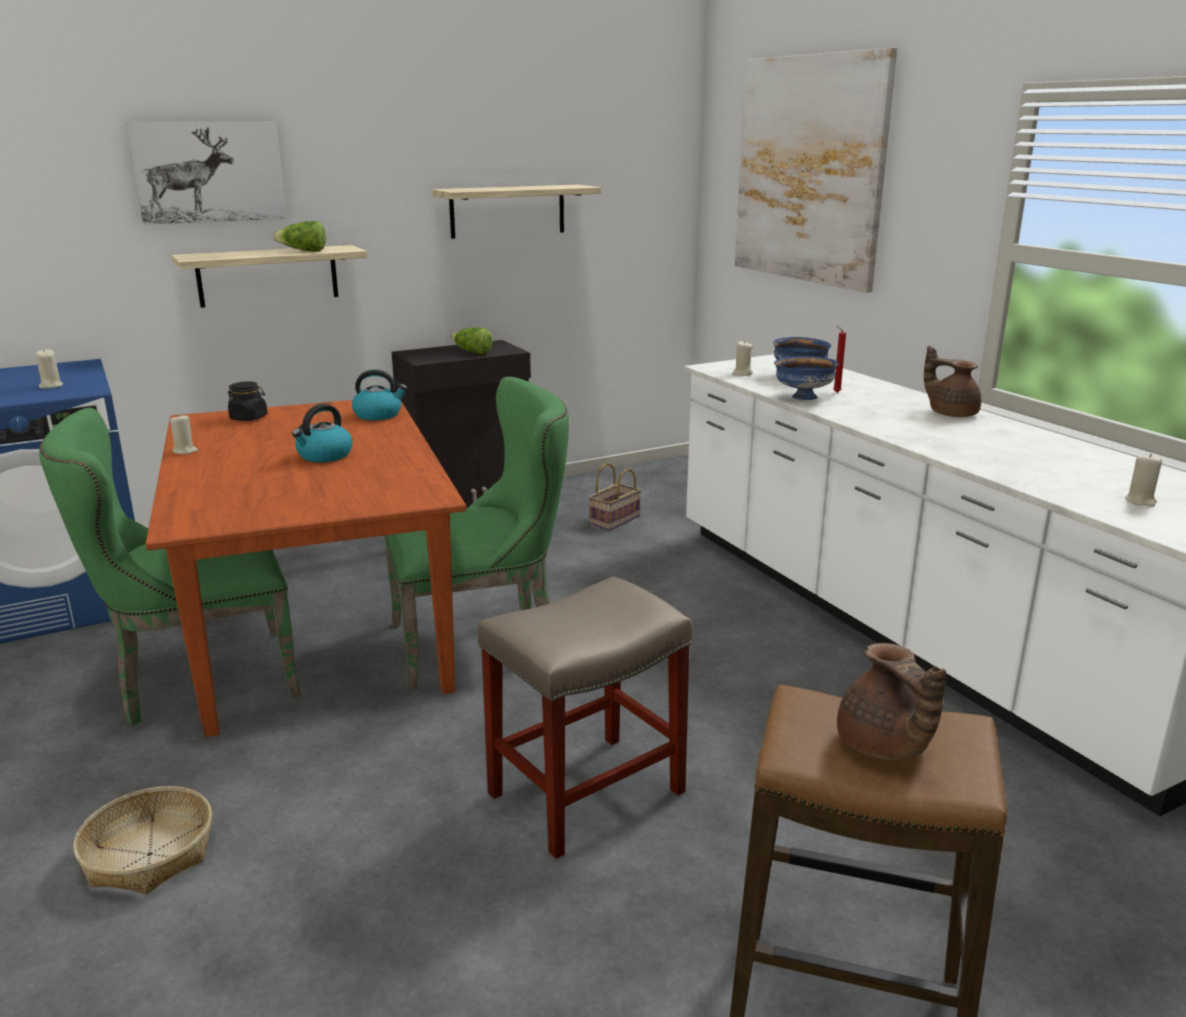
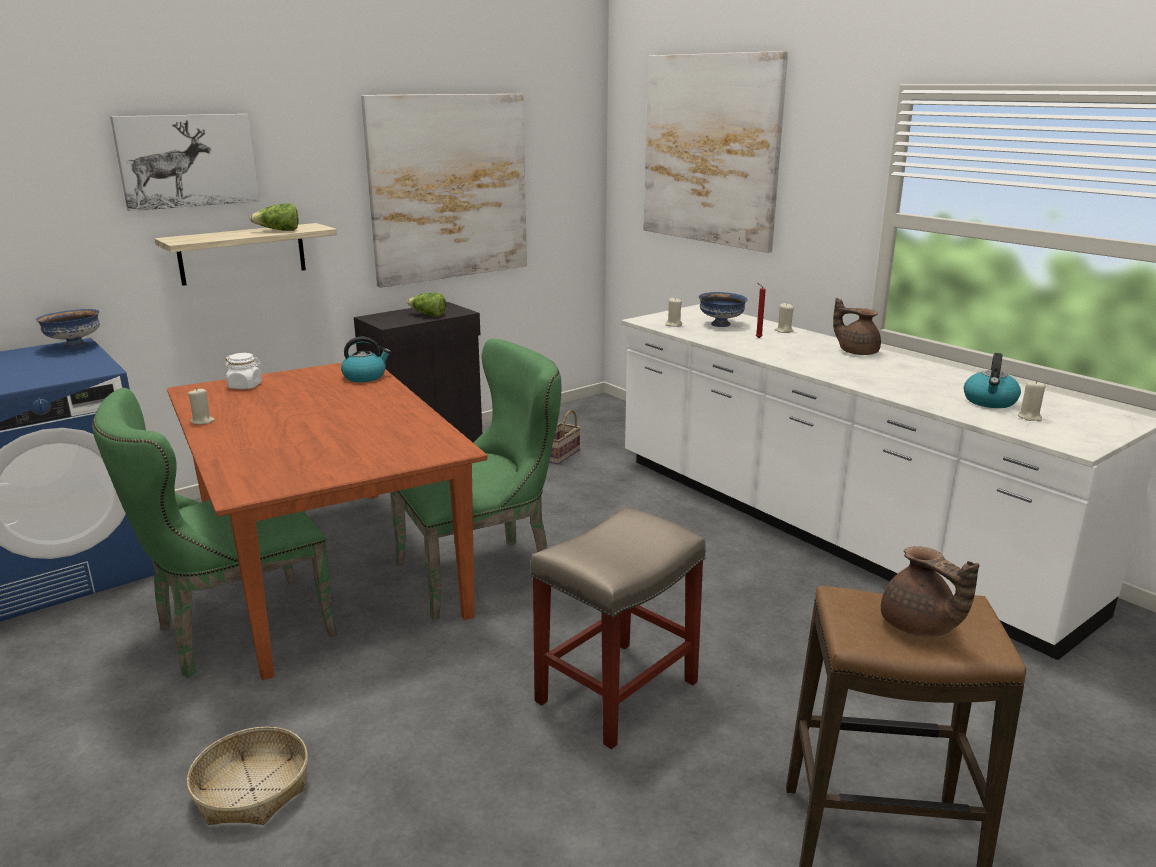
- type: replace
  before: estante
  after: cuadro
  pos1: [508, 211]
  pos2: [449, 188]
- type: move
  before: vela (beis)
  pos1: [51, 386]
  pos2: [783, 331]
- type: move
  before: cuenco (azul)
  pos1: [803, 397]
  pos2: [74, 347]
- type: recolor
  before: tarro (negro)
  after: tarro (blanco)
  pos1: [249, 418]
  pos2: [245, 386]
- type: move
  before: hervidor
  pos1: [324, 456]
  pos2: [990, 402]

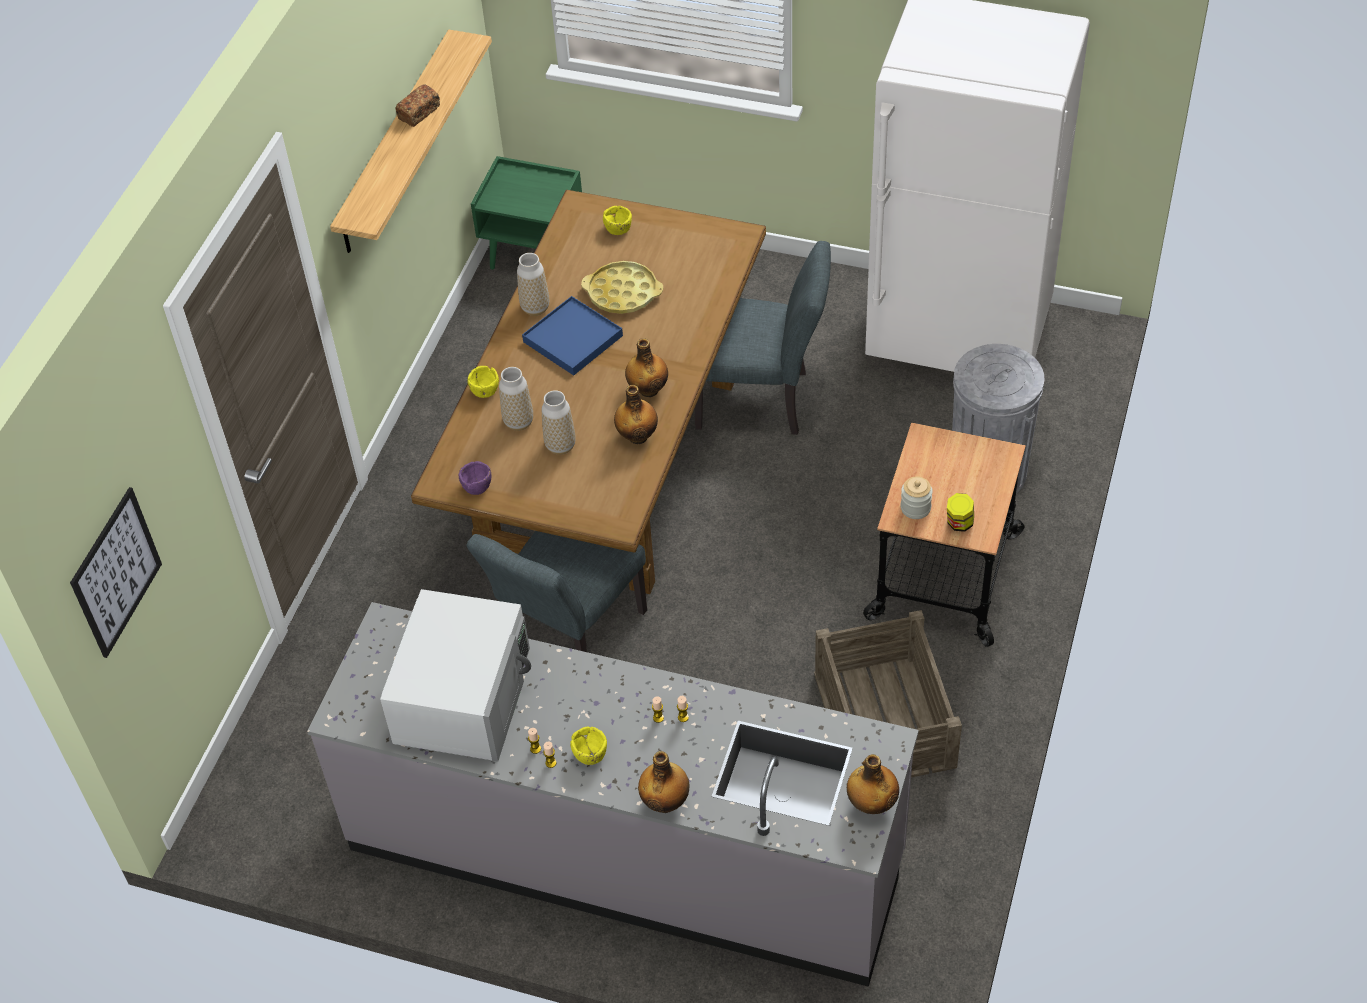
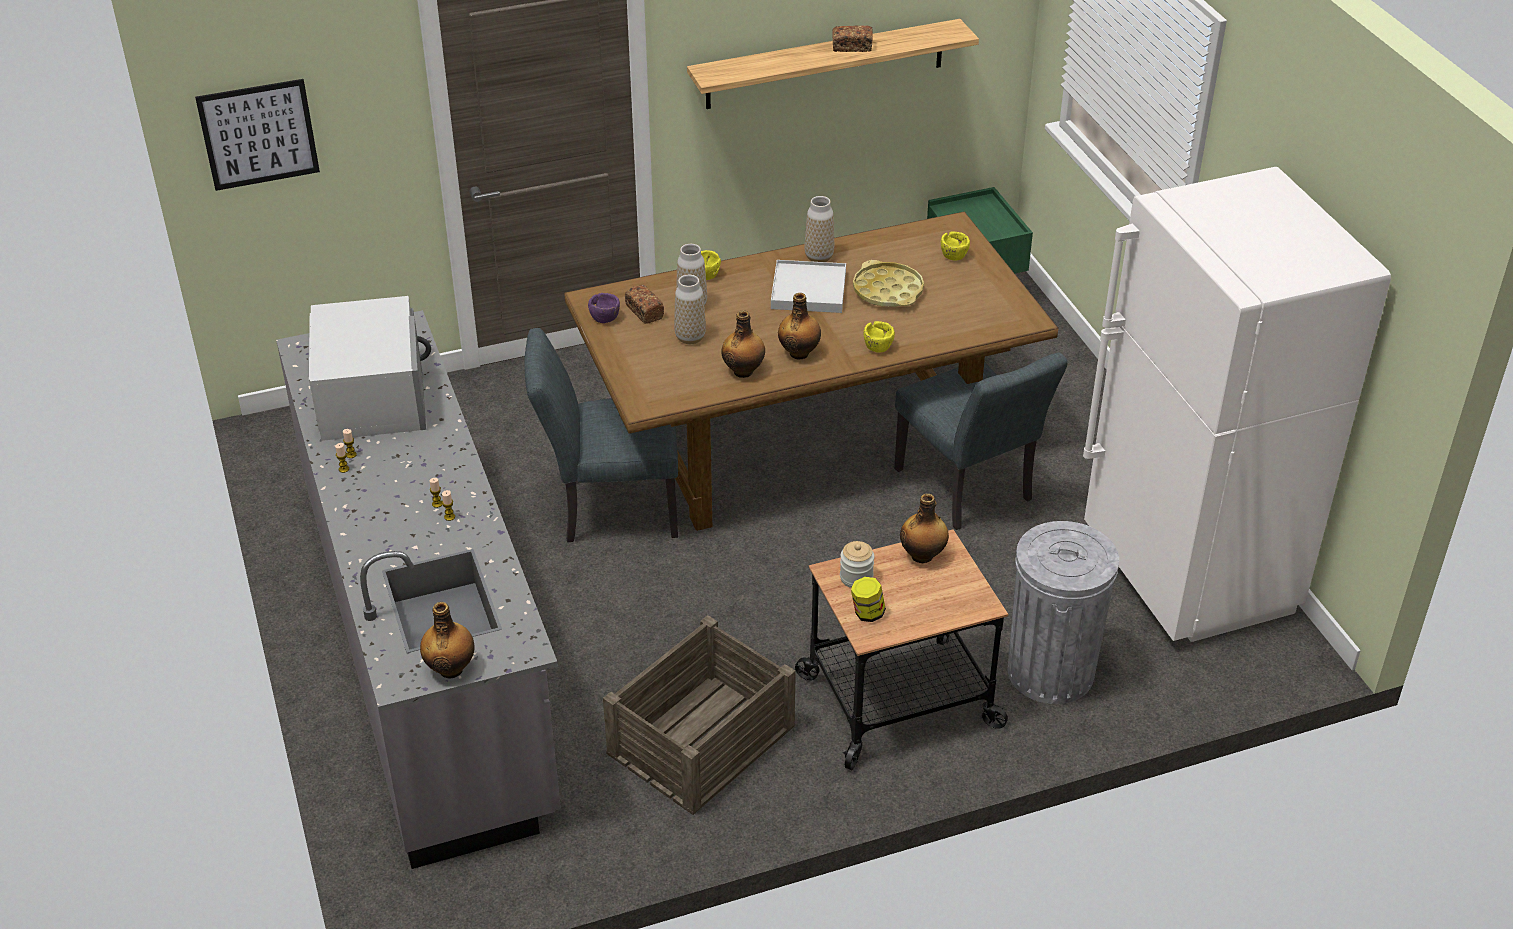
- type: recolor
  before: bandeja (azul)
  after: bandeja (blanco)
  pos1: [573, 338]
  pos2: [809, 290]
- type: rotate
  before: microondas (blanco)
  pos1: [463, 695]
  pos2: [372, 395]
  turn: -75
- type: move
  before: cuenco (amarillo)
  pos1: [590, 755]
  pos2: [878, 347]
- type: move
  before: botella
  pos1: [665, 801]
  pos2: [923, 555]
- type: insert
  after: pan
  pos2: [644, 311]

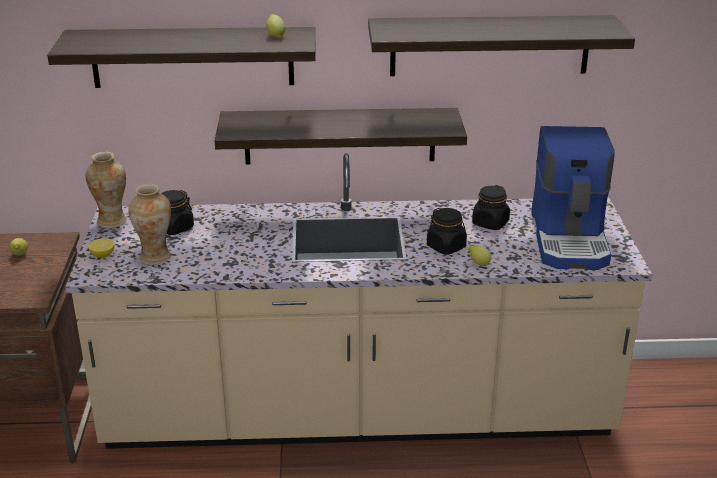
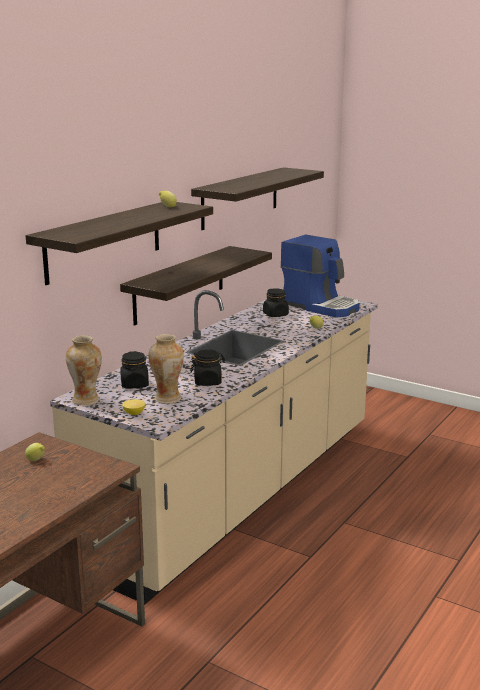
- type: move
  before: tarro (negro)
  pos1: [446, 247]
  pos2: [208, 382]

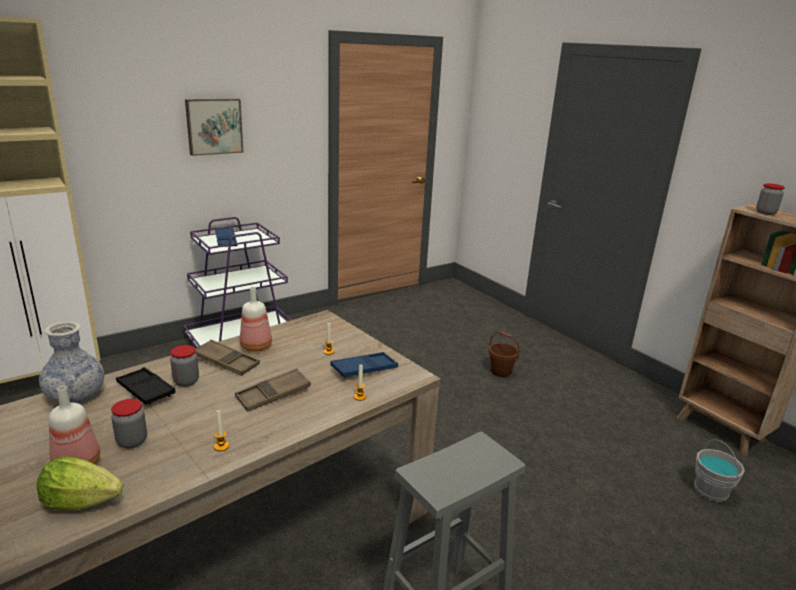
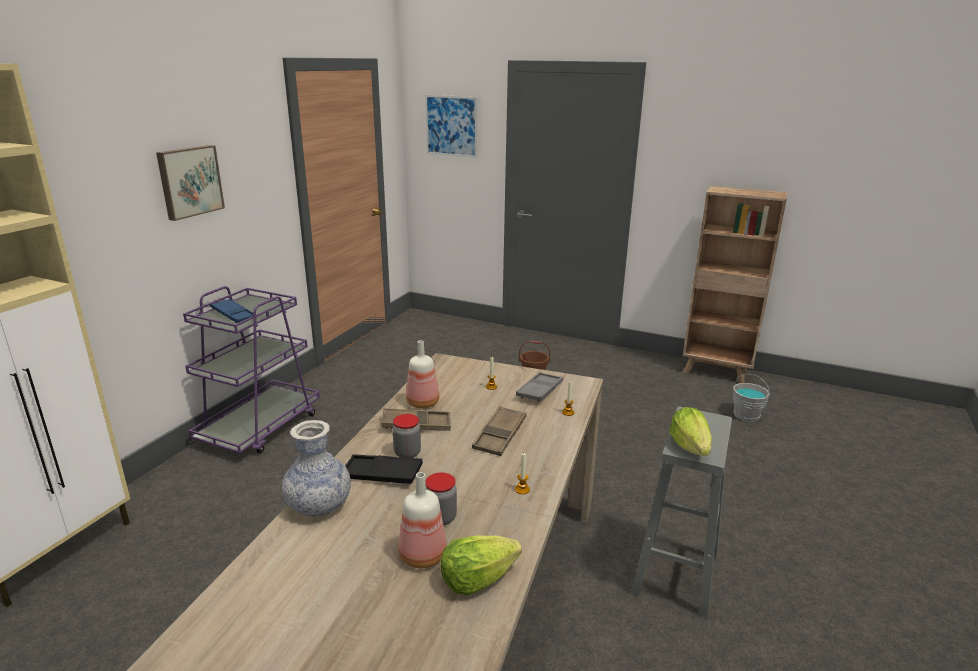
- type: delete
  before: tarro
  pos1: [765, 213]
- type: recolor
  before: bandeja (azul)
  after: bandeja (gris)
  pos1: [364, 369]
  pos2: [539, 391]
- type: insert
  after: cuadro
  pos2: [451, 126]
- type: insert
  after: lechuga
  pos2: [690, 447]

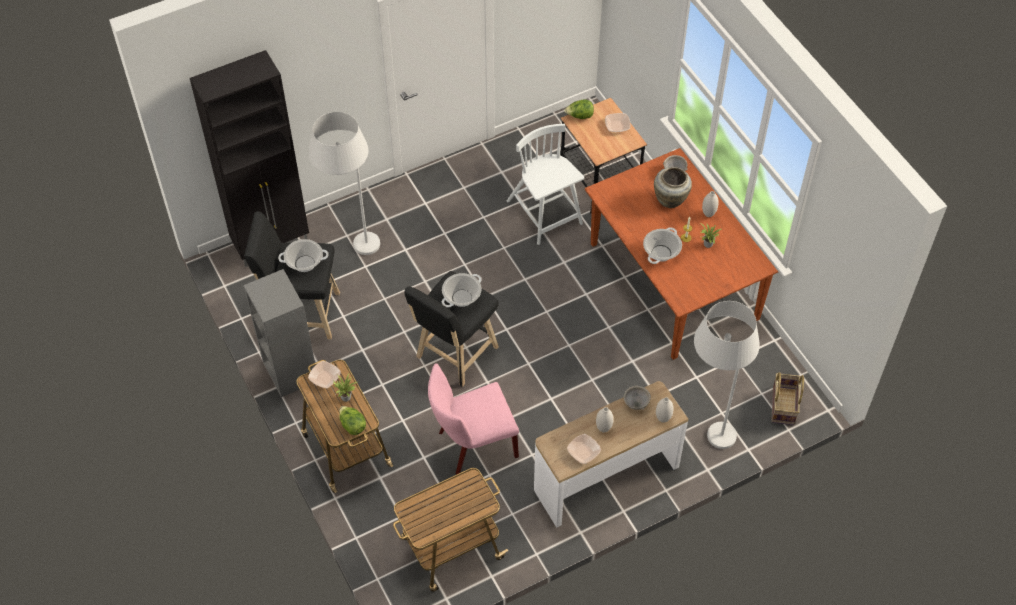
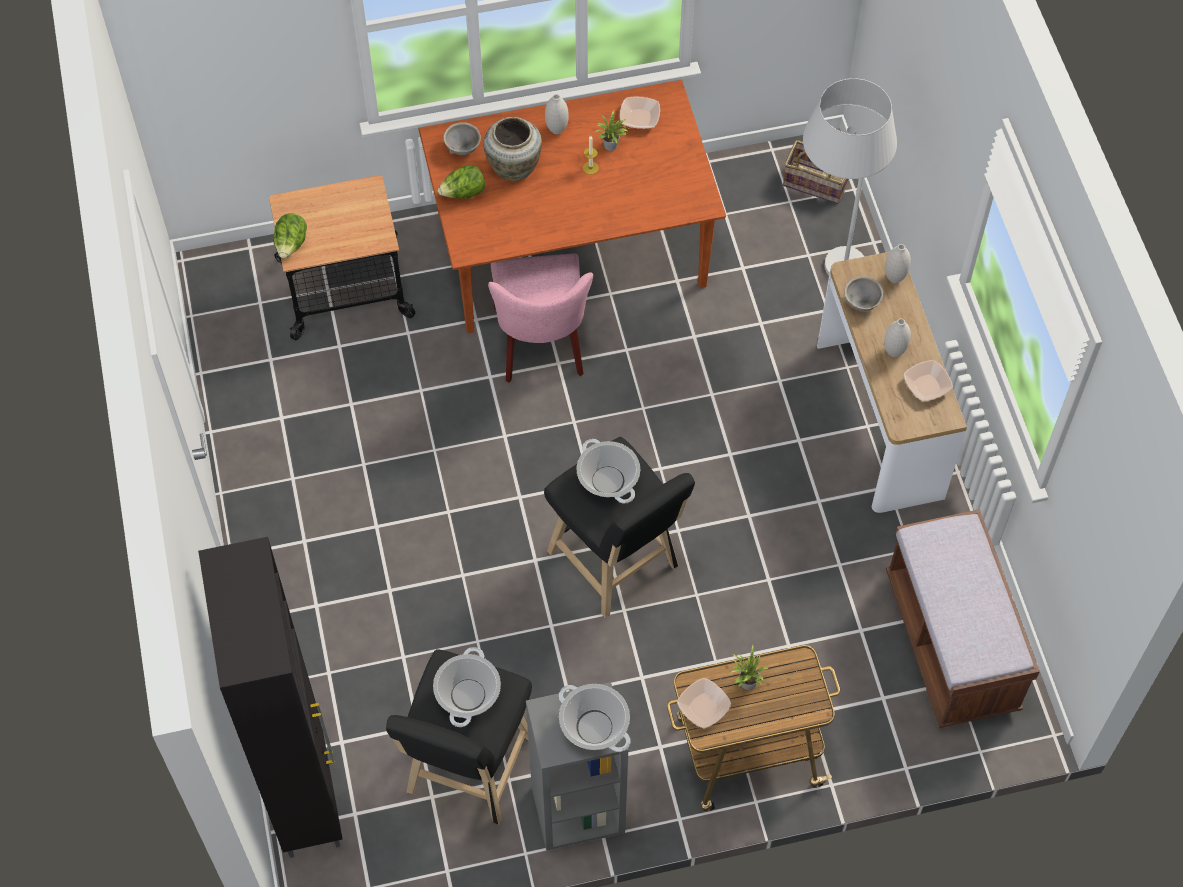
- type: delete
  before: lámpara de pie (blanco)
  pos1: [351, 244]
- type: move
  before: cuenco
  pos1: [617, 126]
  pos2: [639, 118]
- type: delete
  before: silla (blanco)
  pos1: [545, 214]
- type: move
  before: olla
  pos1: [661, 253]
  pos2: [594, 727]
- type: move
  before: silla (rosa)
  pos1: [472, 445]
  pos2: [541, 346]
- type: move
  before: lechuga
  pos1: [352, 425]
  pos2: [463, 193]
- type: replace
  before: carrito
  after: banco (marrón)
  pos1: [450, 549]
  pos2: [951, 643]

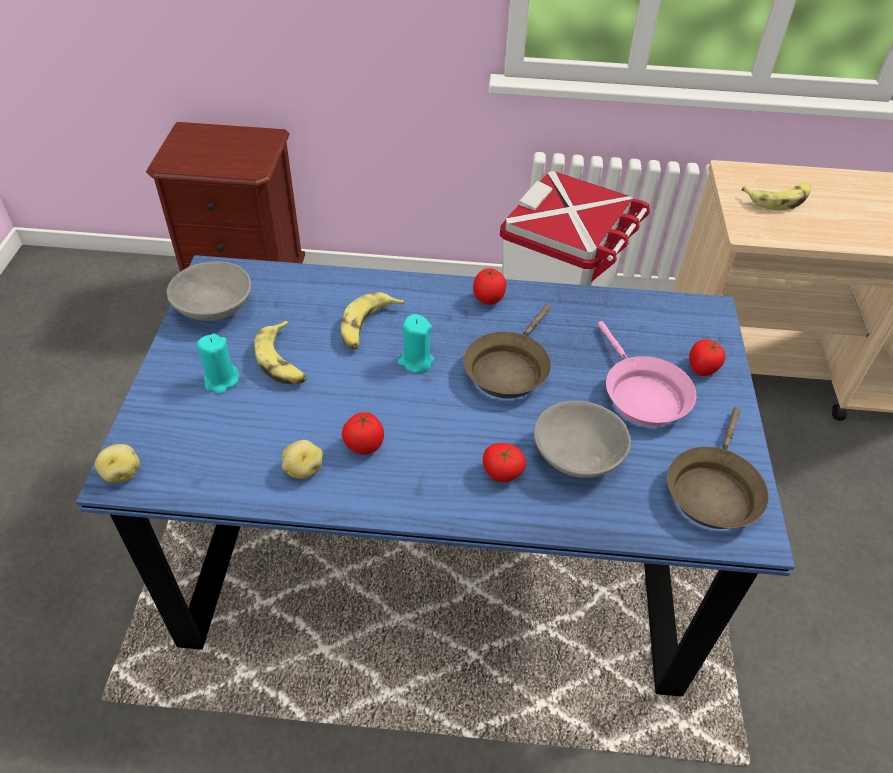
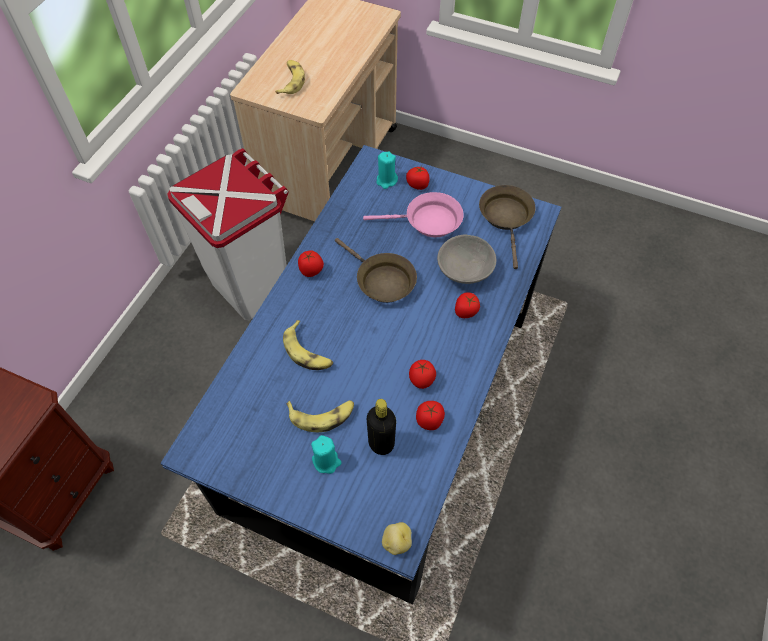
- type: delete
  before: cuenco (gris)
  pos1: [214, 307]
- type: move
  before: vela (turquesa)
  pos1: [416, 361]
  pos2: [386, 180]
- type: rotate
  before: sartén (marrón)
  pos1: [712, 490]
  pos2: [506, 218]
  turn: -135
- type: replace
  before: patata
  after: tomate
  pos1: [303, 469]
  pos2: [429, 421]
- type: insert
  after: botella (negro)
  pos2: [381, 443]

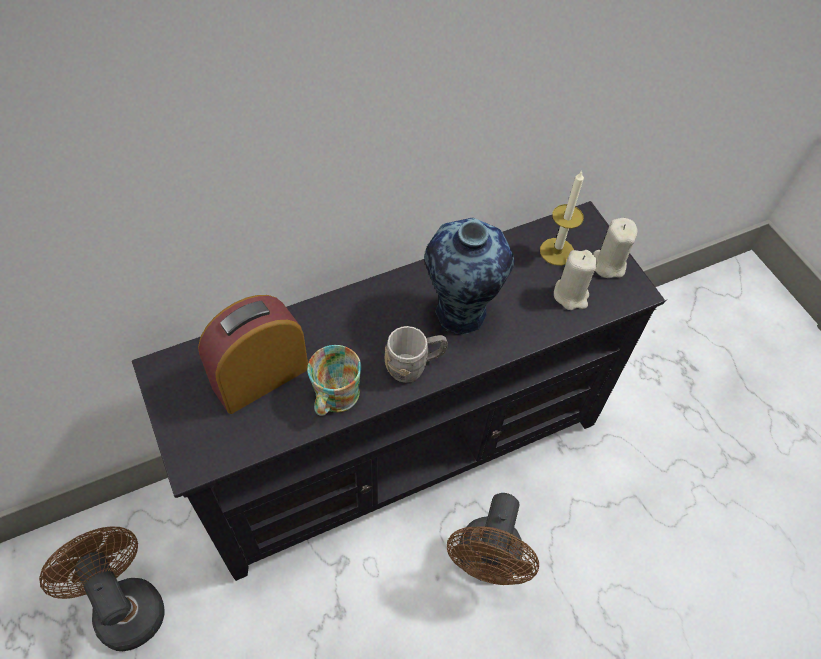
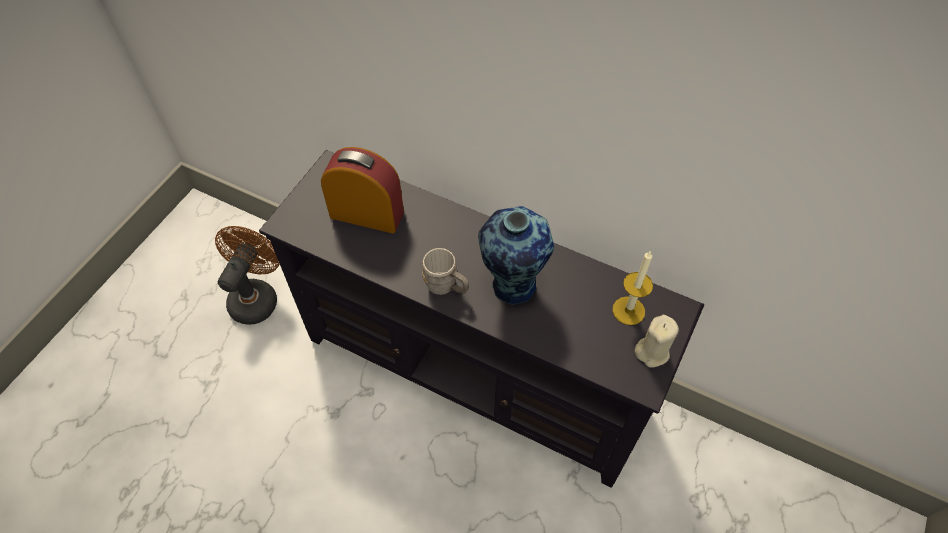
- type: delete
  before: vela (beis)
  pos1: [571, 295]
- type: delete
  before: taza grande
  pos1: [333, 398]
- type: delete
  before: ventilador (marrón)
  pos1: [487, 562]

